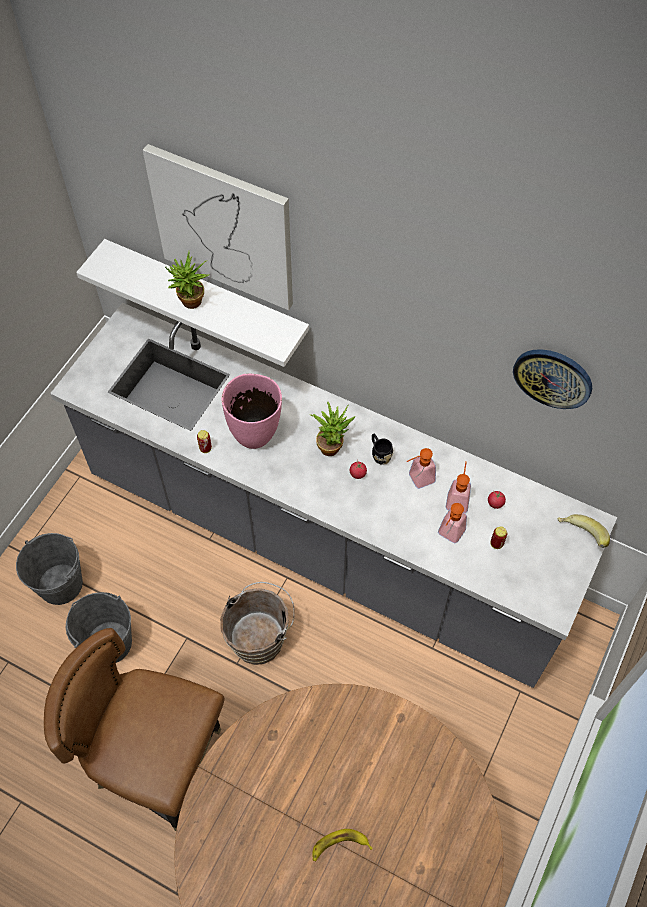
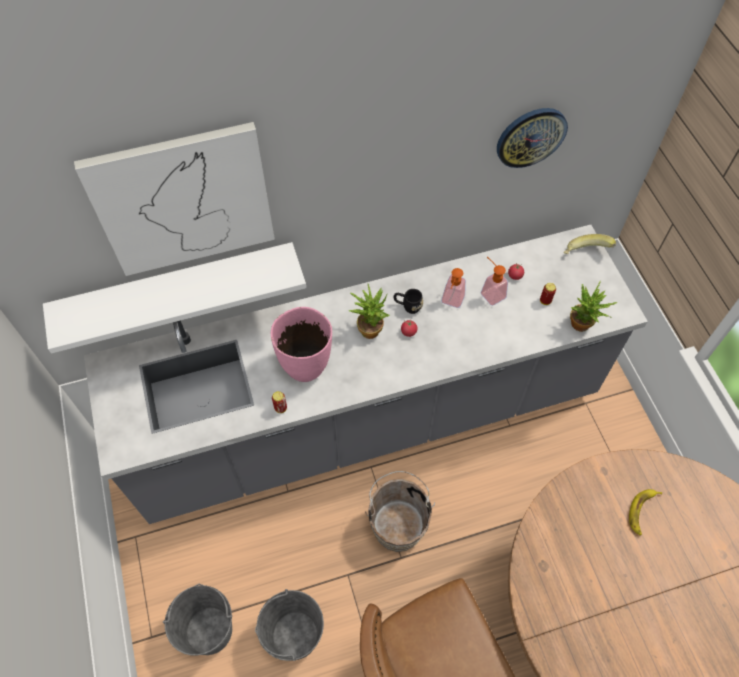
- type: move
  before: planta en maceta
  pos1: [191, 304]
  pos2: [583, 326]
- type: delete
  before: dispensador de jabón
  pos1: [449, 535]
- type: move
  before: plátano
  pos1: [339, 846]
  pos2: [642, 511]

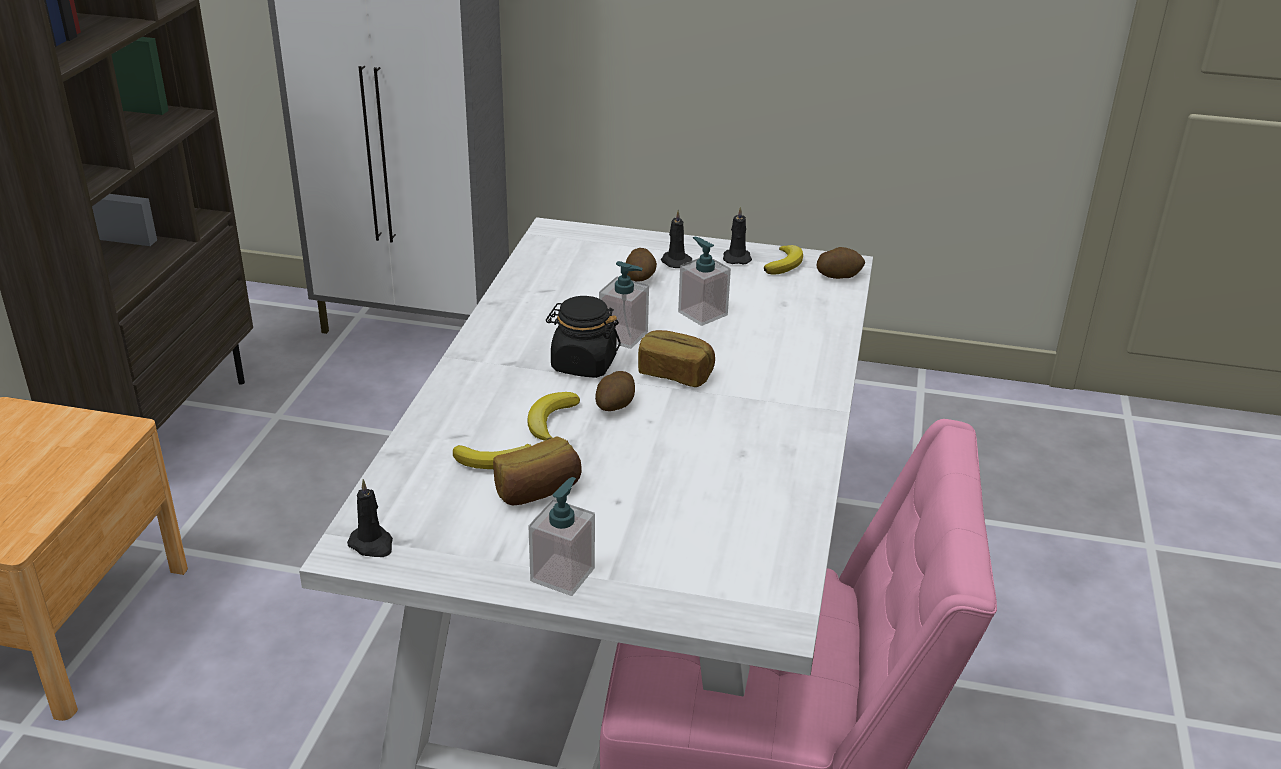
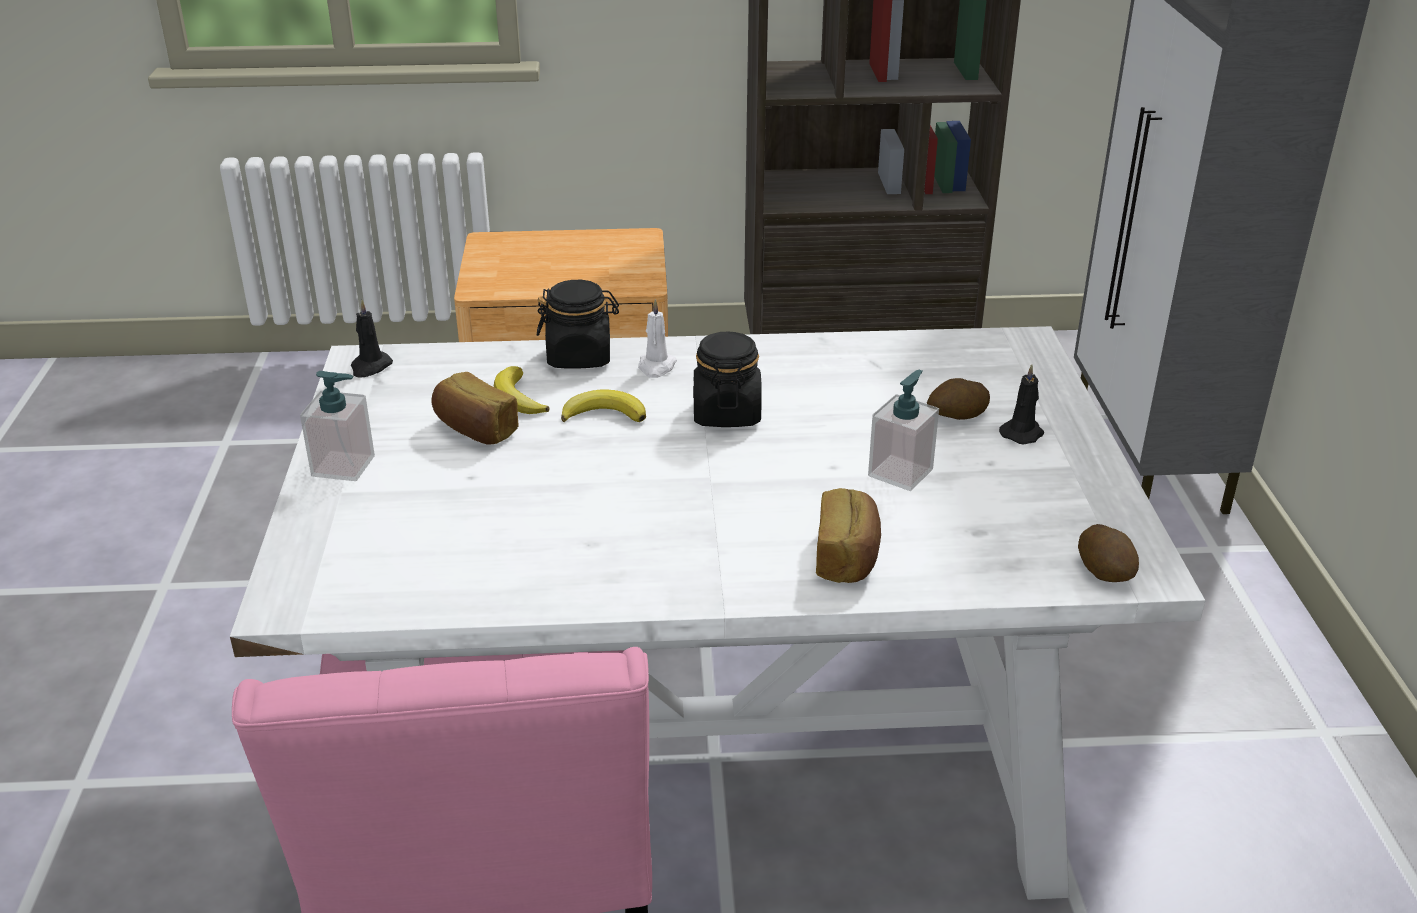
- type: delete
  before: vela (negro)
  pos1: [736, 258]
- type: delete
  before: plátano
  pos1: [785, 264]
- type: delete
  before: dispensador de jabón
  pos1: [623, 336]
- type: move
  before: pan
  pos1: [675, 373]
  pos2: [848, 557]
- type: delete
  before: patata
  pos1: [615, 406]
- type: insert
  after: tarro (negro)
  pos2: [579, 357]
- type: insert
  after: vela (blanco)
  pos2: [656, 367]

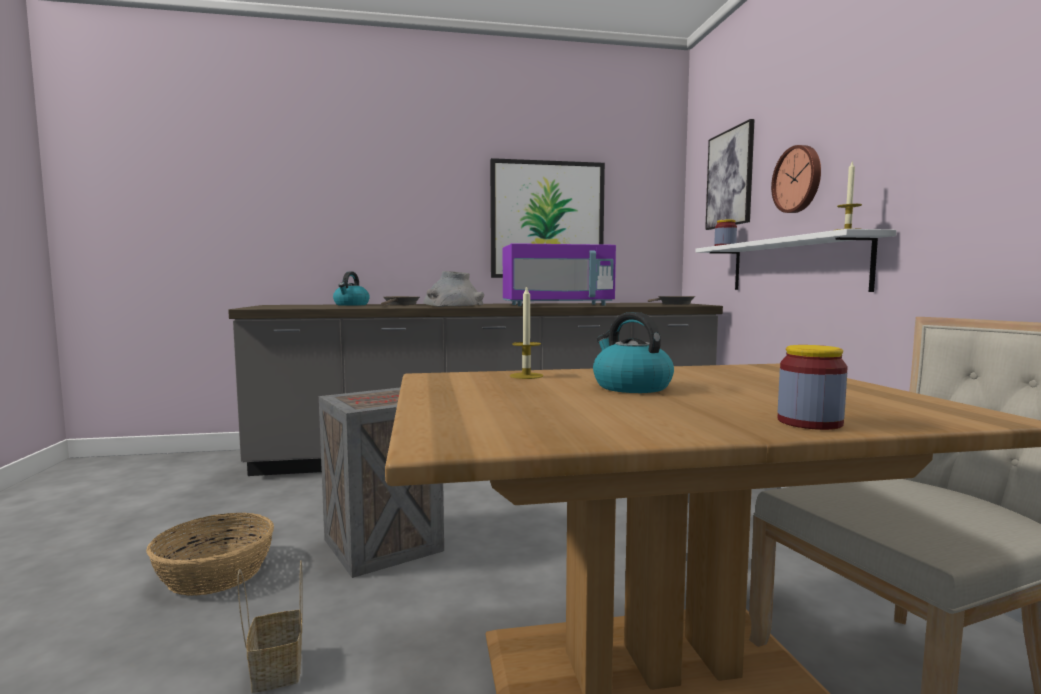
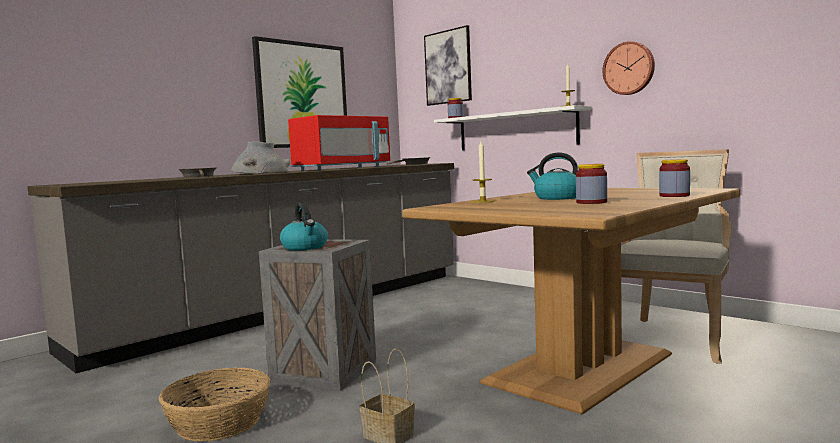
- type: move
  before: reloj de pared
  pos1: [798, 179]
  pos2: [629, 68]
- type: recolor
  before: microondas (morado)
  after: microondas (rojo)
  pos1: [557, 305]
  pos2: [342, 168]
- type: move
  before: hervidor
  pos1: [351, 305]
  pos2: [305, 247]
- type: insert
  after: tarro
  pos2: [591, 202]

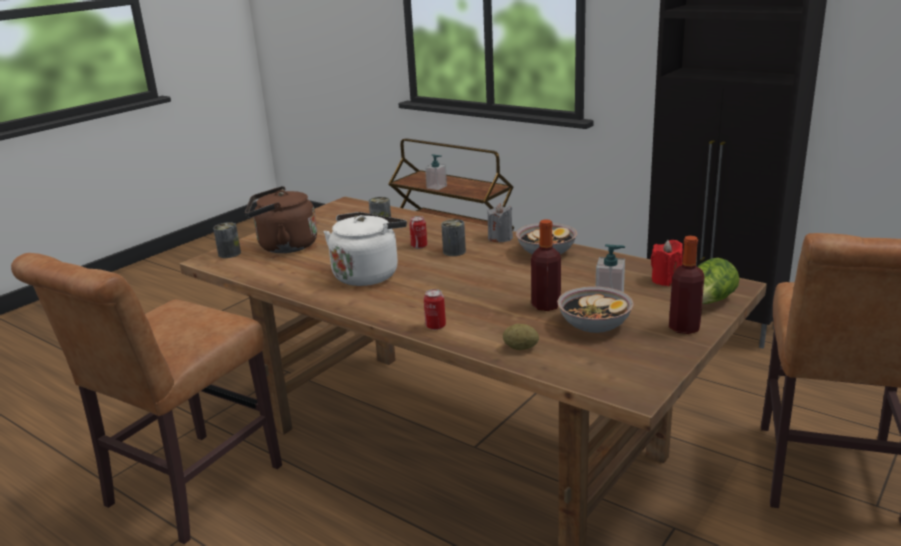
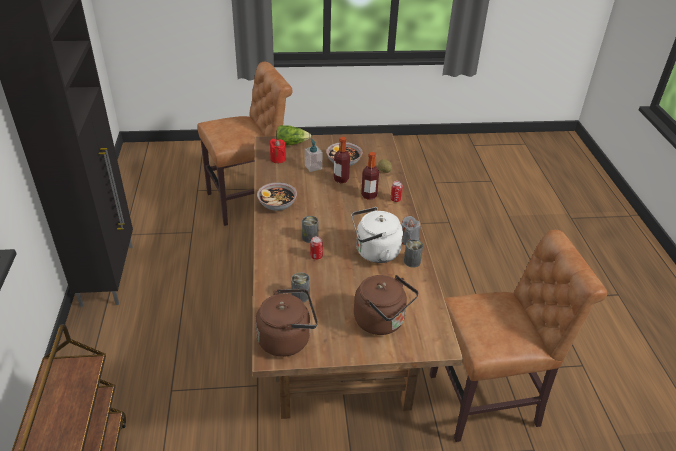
- type: delete
  before: dispensador de jabón
  pos1: [436, 187]
- type: move
  before: vela (gris)
  pos1: [500, 238]
  pos2: [408, 240]
- type: move
  before: lata
  pos1: [229, 253]
  pos2: [412, 261]
- type: move
  before: botella
  pos1: [684, 328]
  pos2: [369, 195]
- type: insert
  after: hervidor (marrón)
  pos2: [287, 339]

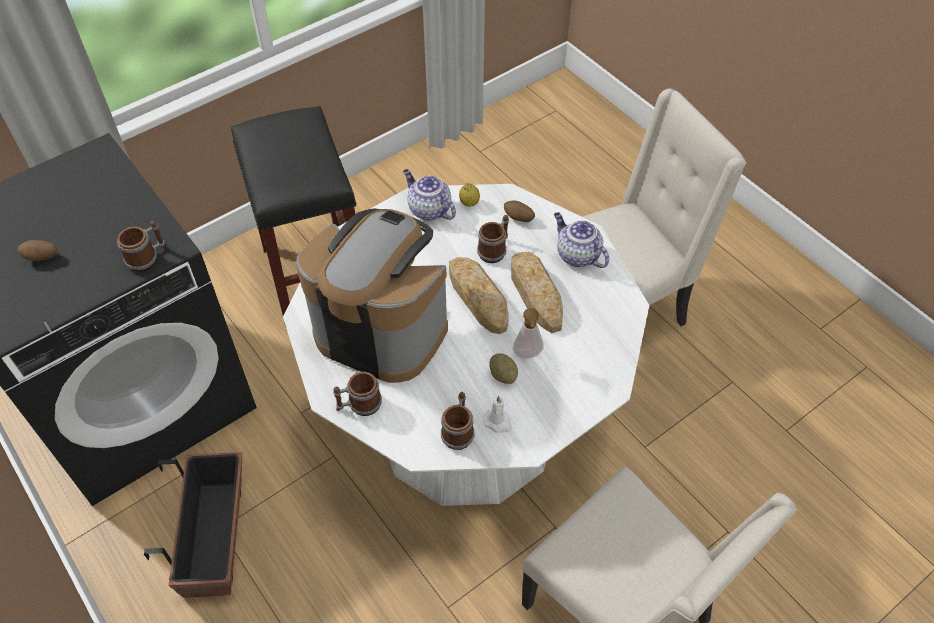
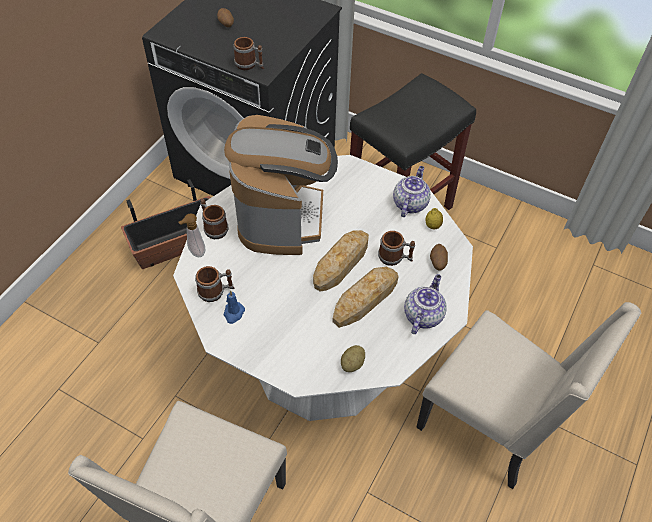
- type: move
  before: dispensador de jabón
  pos1: [528, 355]
  pos2: [195, 252]
- type: move
  before: patata
  pos1: [503, 375]
  pos2: [352, 364]
- type: recolor
  before: vela (blanco)
  after: vela (azul)
  pos1: [498, 422]
  pos2: [233, 313]

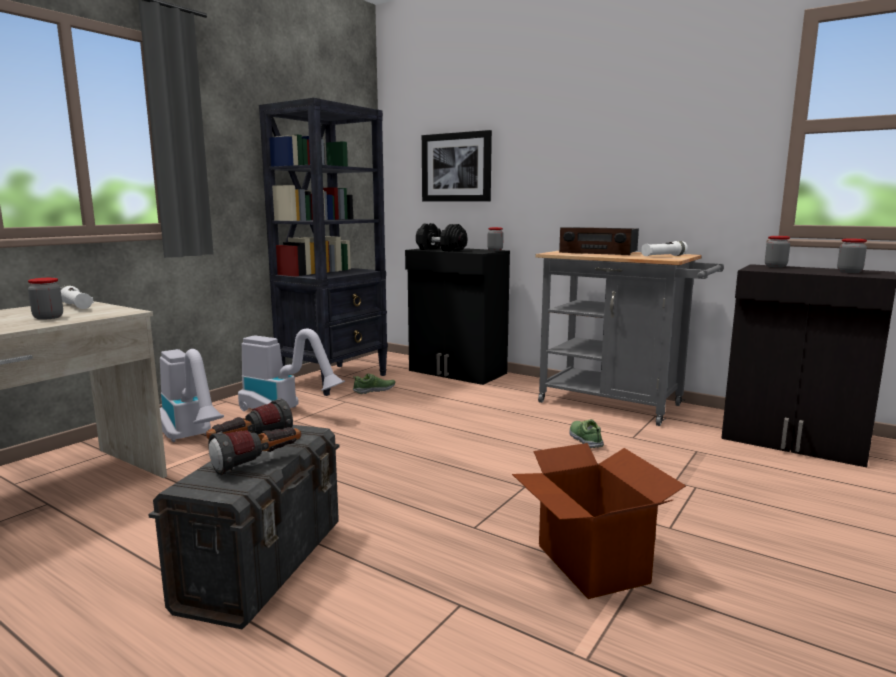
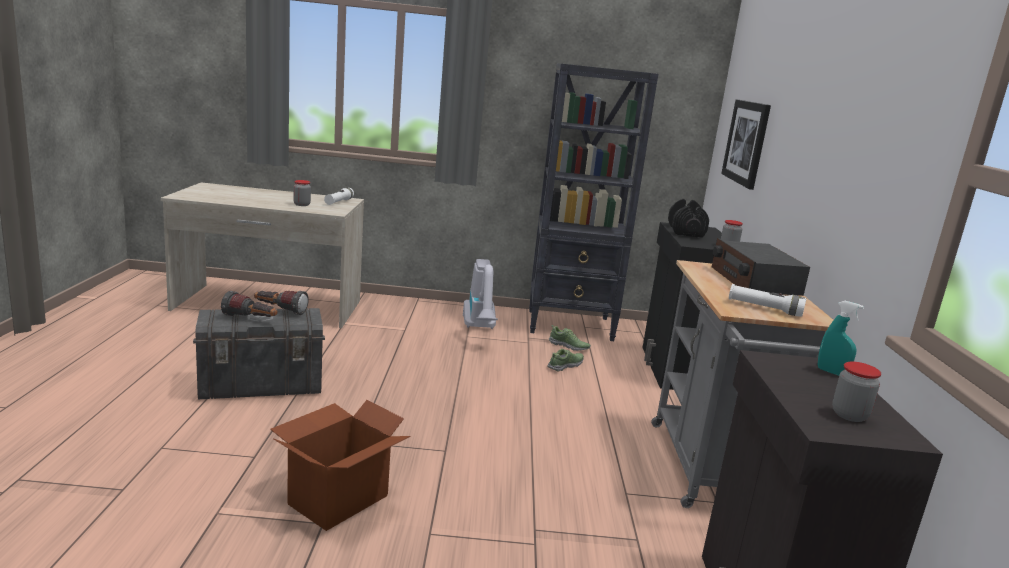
- type: replace
  before: tarro
  after: pulverizador (turquesa)
  pos1: [775, 266]
  pos2: [832, 372]
- type: delete
  before: aspiradora
  pos1: [191, 438]
- type: move
  before: zapato
  pos1: [585, 439]
  pos2: [565, 366]

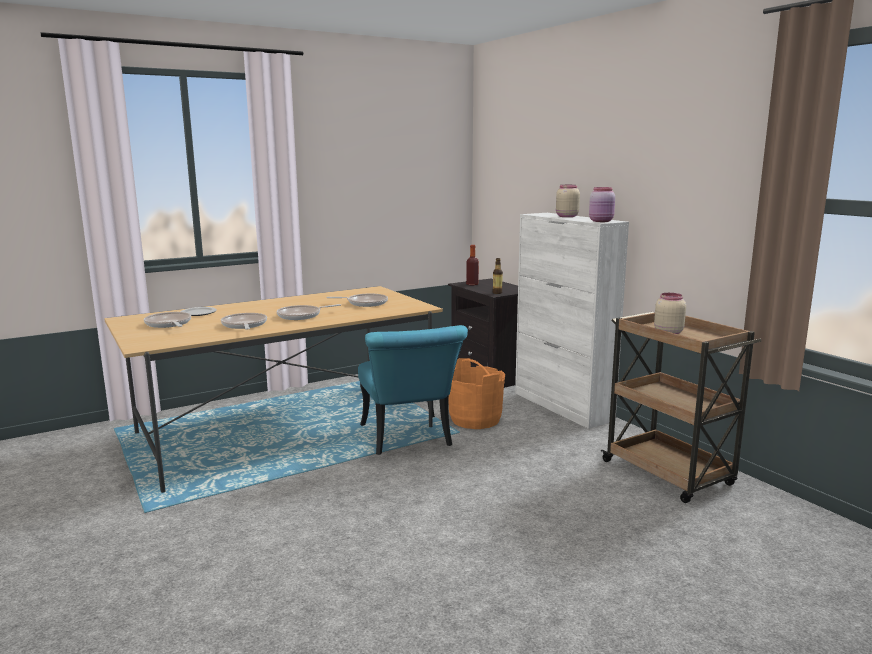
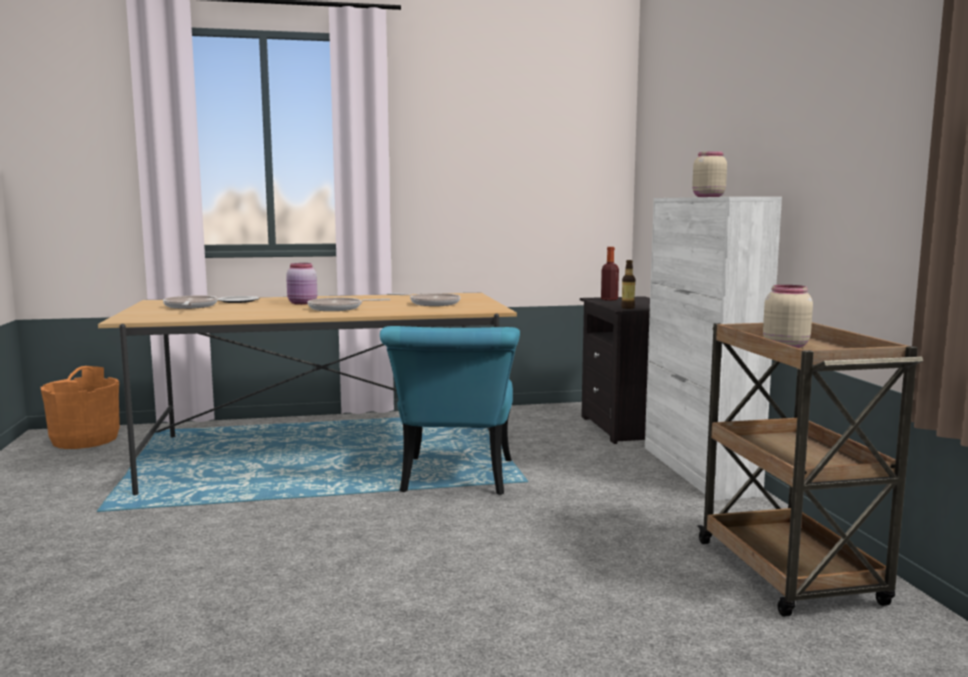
- type: move
  before: tarro (rosa)
  pos1: [601, 221]
  pos2: [303, 303]
- type: delete
  before: sartén
  pos1: [244, 325]
- type: move
  before: cubo (naranja)
  pos1: [475, 419]
  pos2: [85, 440]

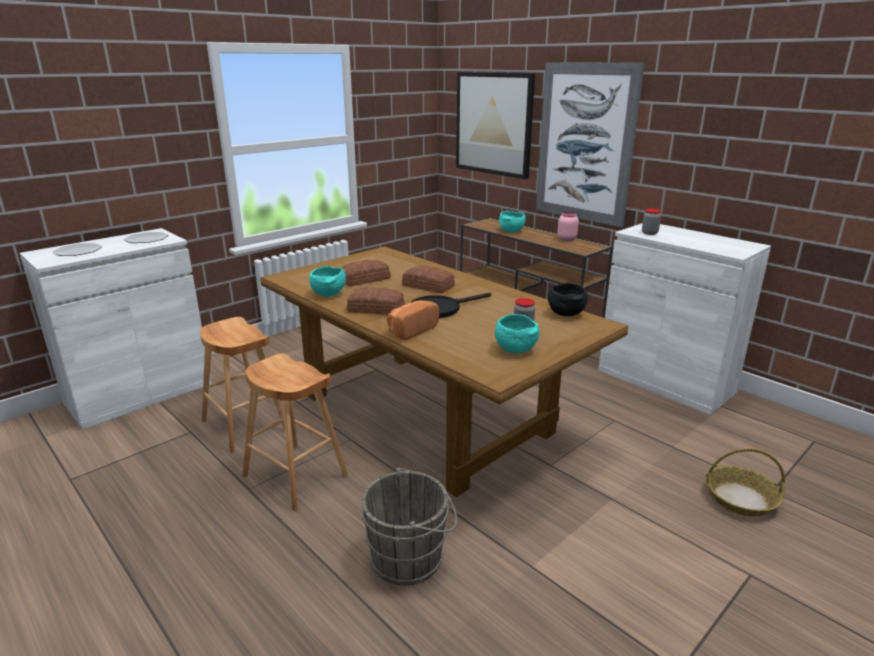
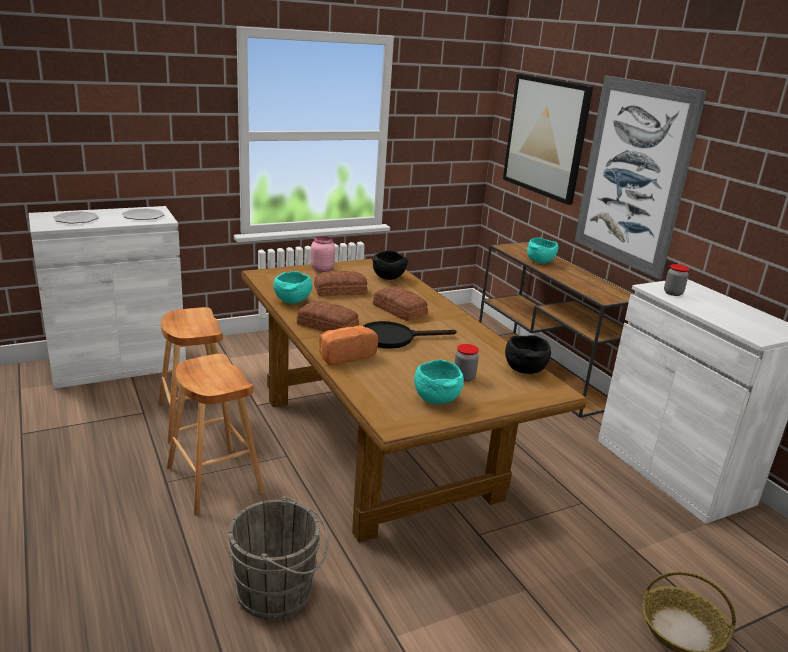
- type: move
  before: tarro (rosa)
  pos1: [566, 239]
  pos2: [322, 269]
- type: insert
  after: cuenco (negro)
  pos2: [389, 278]

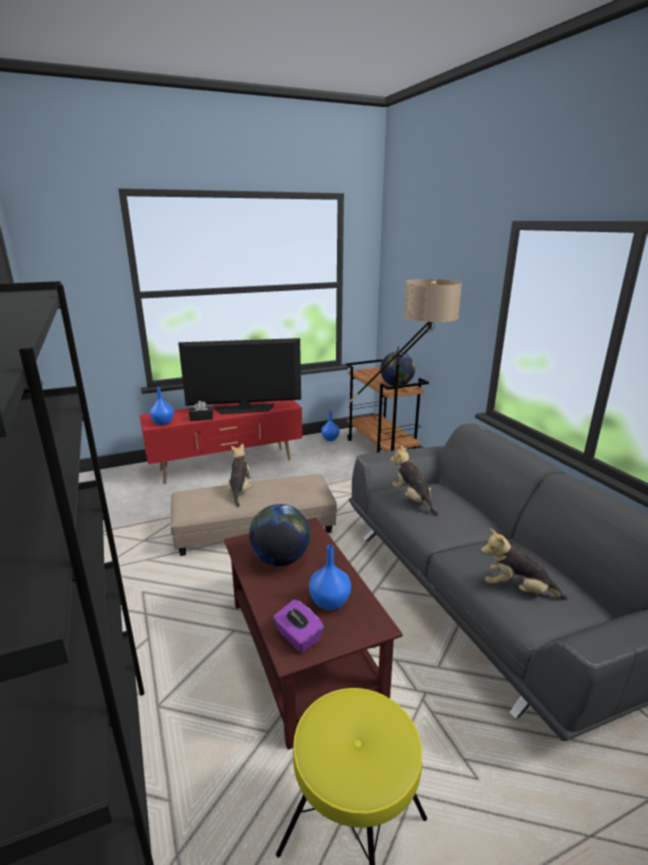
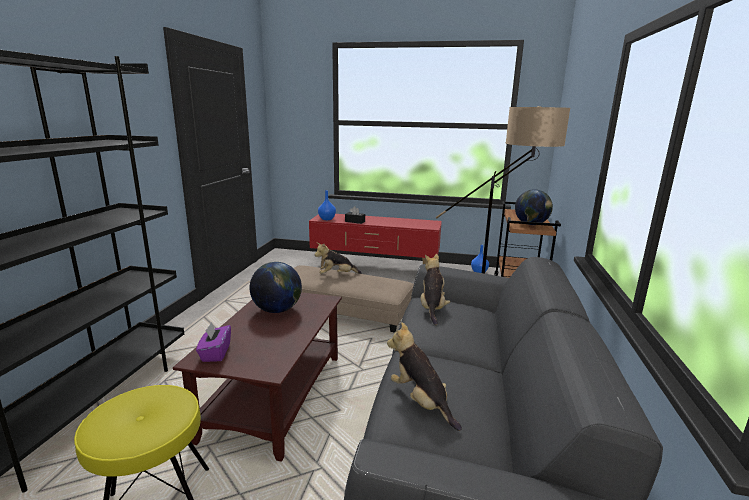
- type: delete
  before: televisor
  pos1: [244, 409]
- type: rotate
  before: peluche
  pos1: [240, 491]
  pos2: [337, 275]
  turn: -135
- type: delete
  before: florero (azul)
  pos1: [330, 602]

